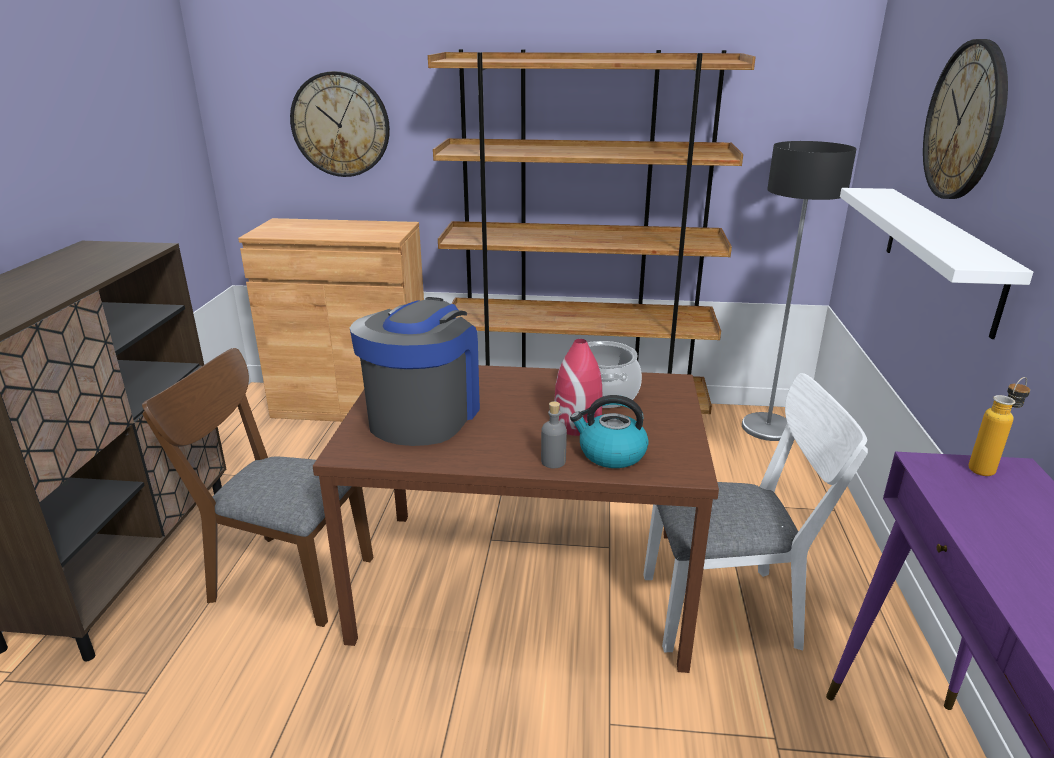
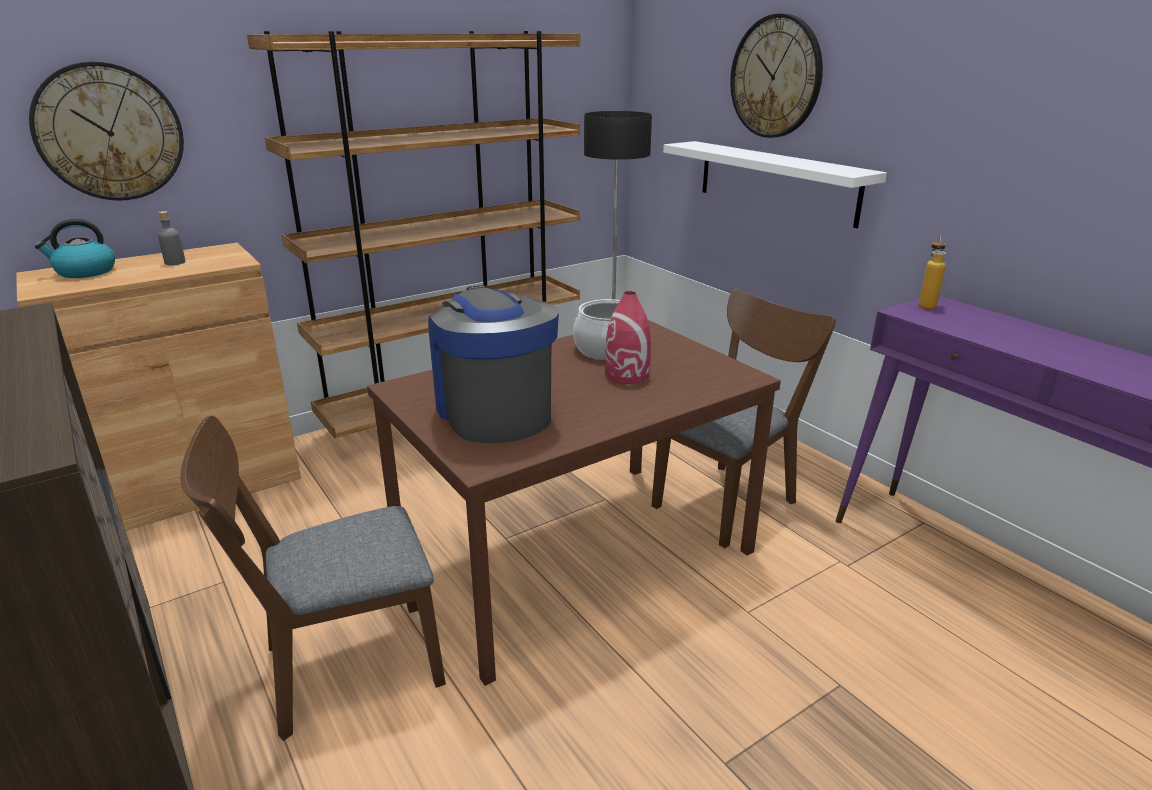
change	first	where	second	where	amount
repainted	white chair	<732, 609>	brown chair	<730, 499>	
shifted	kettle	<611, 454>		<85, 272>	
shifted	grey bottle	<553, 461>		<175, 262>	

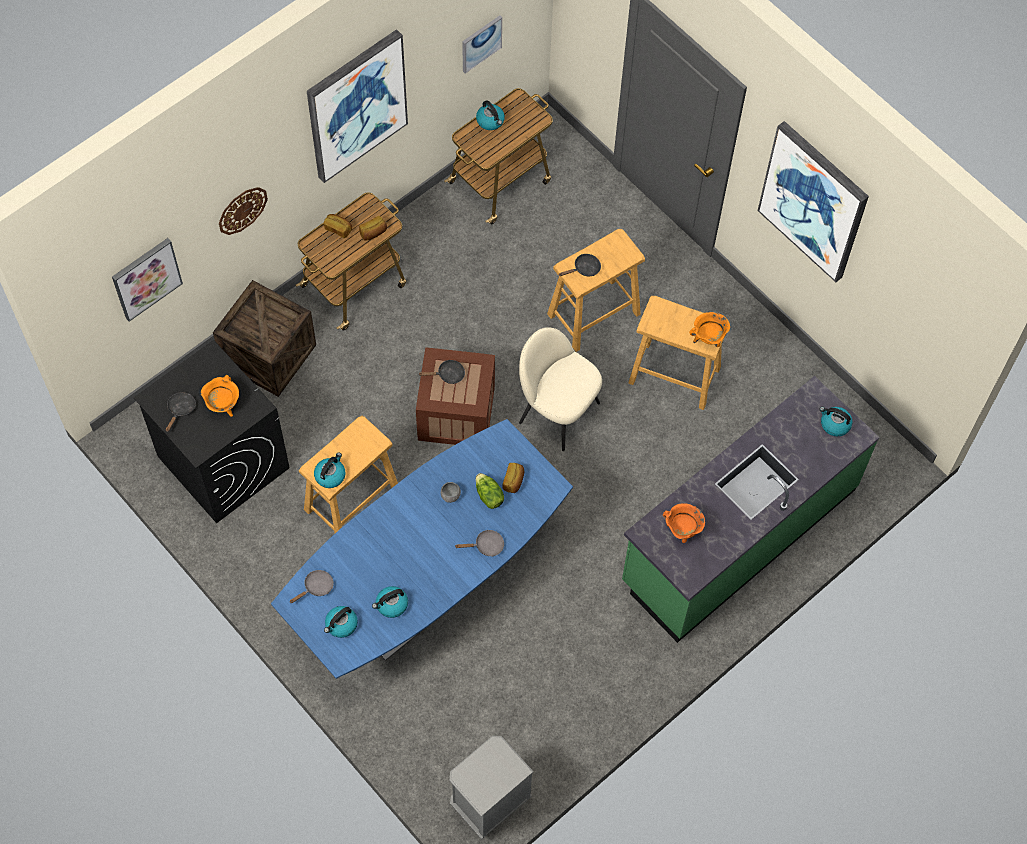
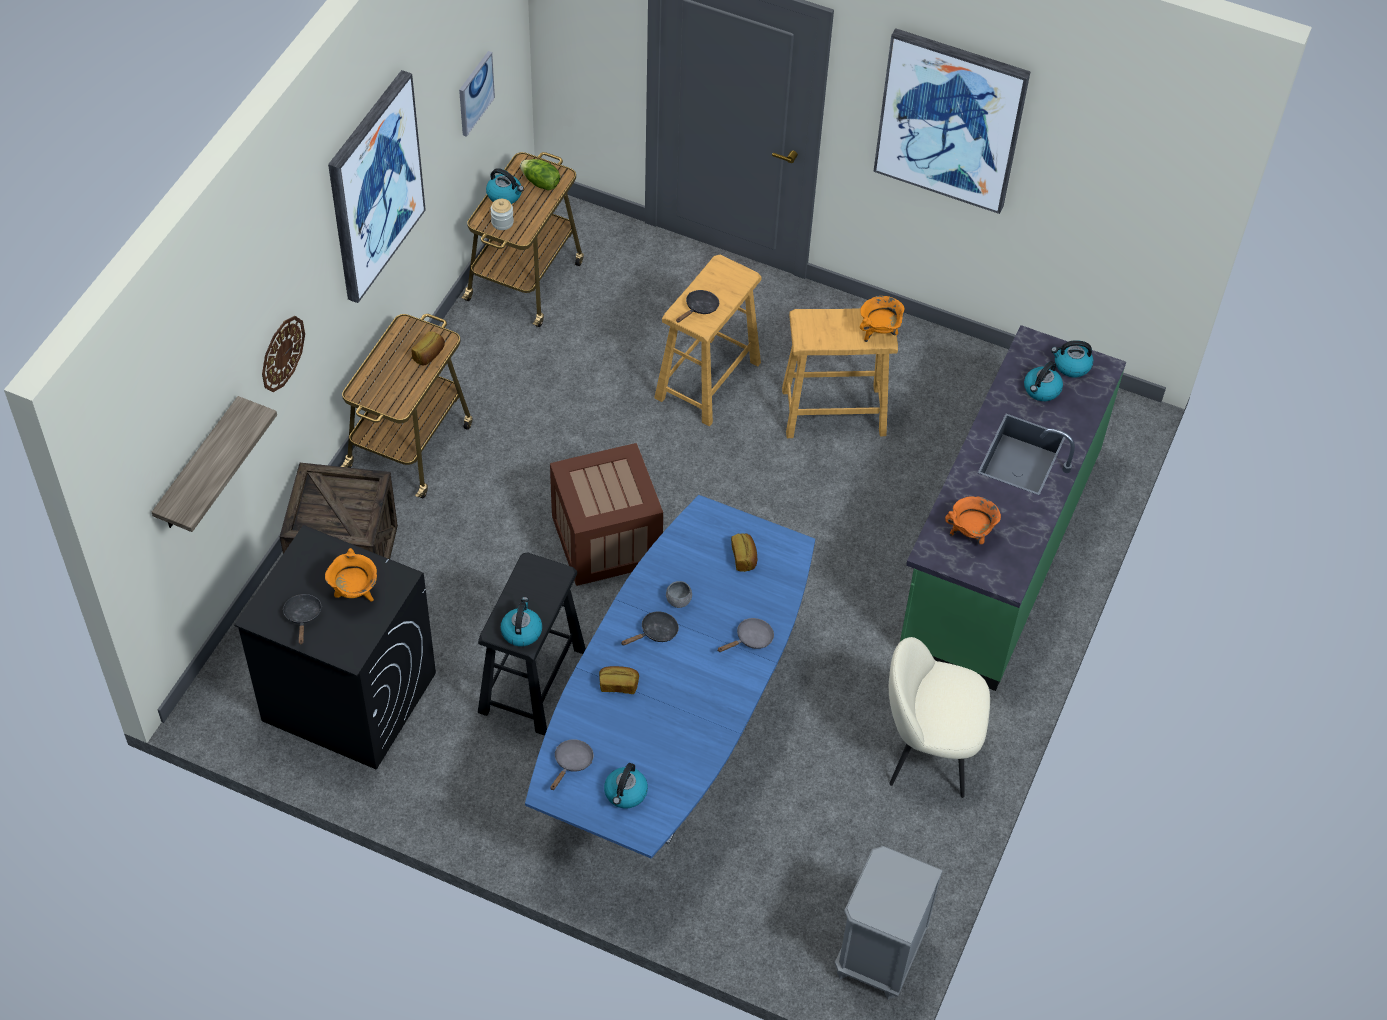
change	first	where	second	where	amount
shifted	bread	<338, 229>		<618, 684>	
swapped	picture	<146, 278>	shelf	<199, 467>	
shifted	beige chair	<557, 411>		<928, 751>	
shifted	black frying pan	<448, 374>		<655, 632>	
repainted	beige stool	<352, 500>	black stool	<532, 680>	
shifted	lettuce	<488, 496>		<540, 183>	
shifted	kettle	<391, 605>		<1041, 390>	
new			jar	<502, 222>	

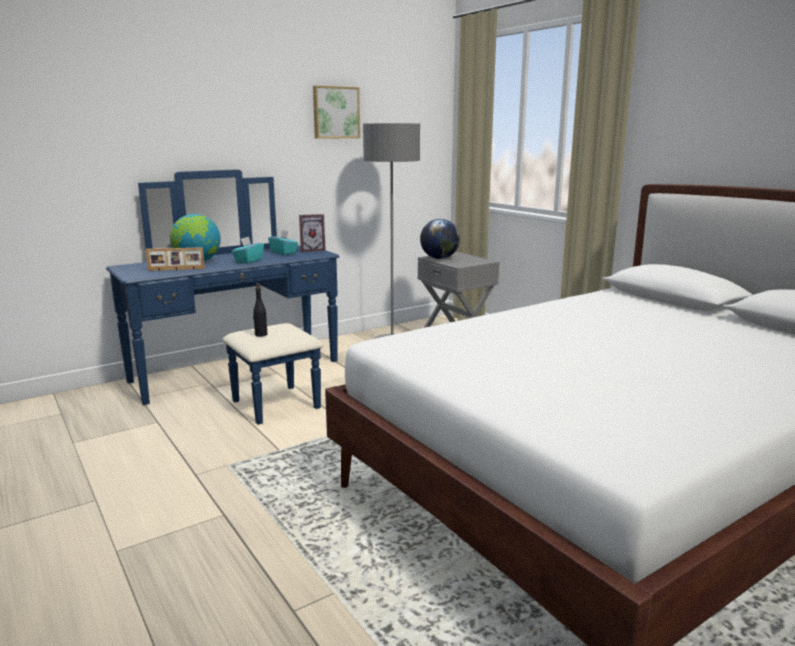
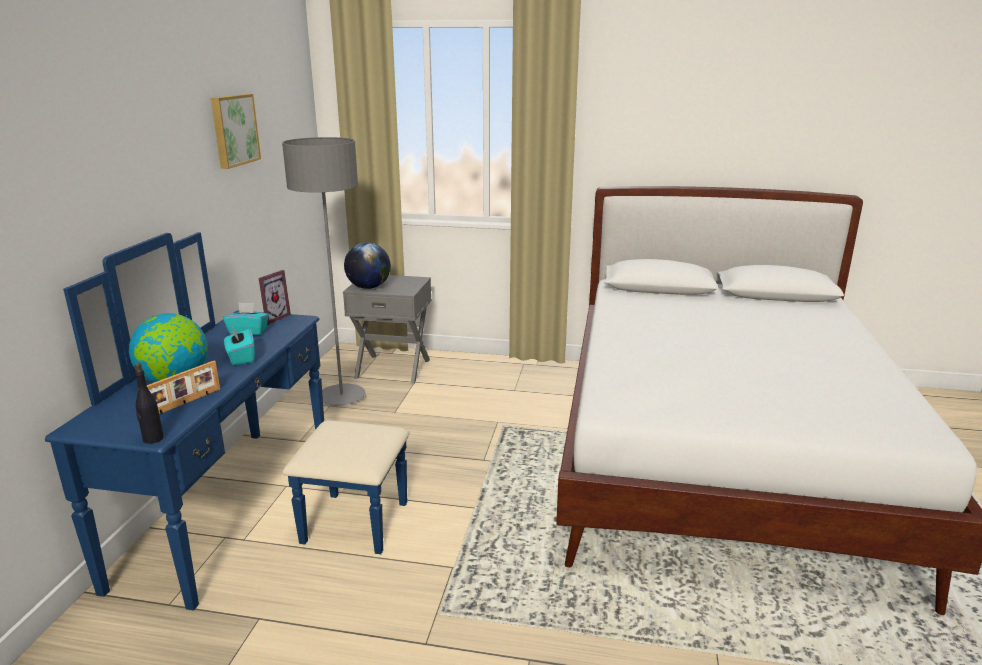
change	first	where	second	where	amount
shifted	black bottle	<261, 334>		<153, 439>	

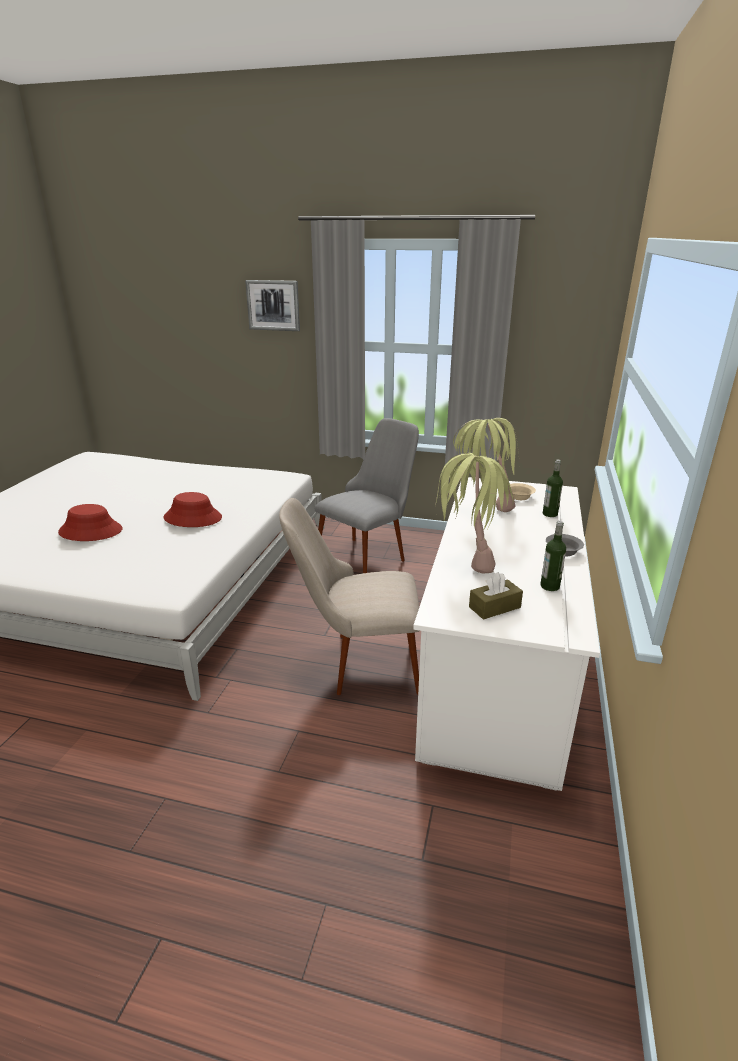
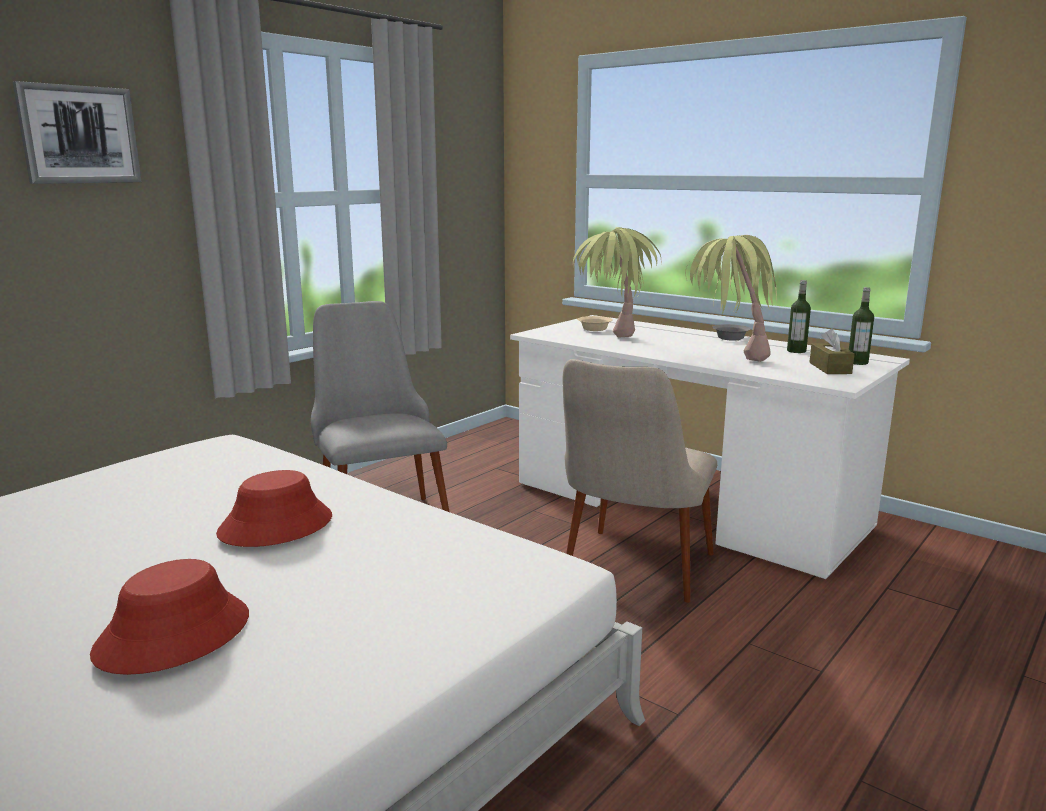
change	first	where	second	where	amount
shifted	bottle	<550, 514>		<857, 362>	

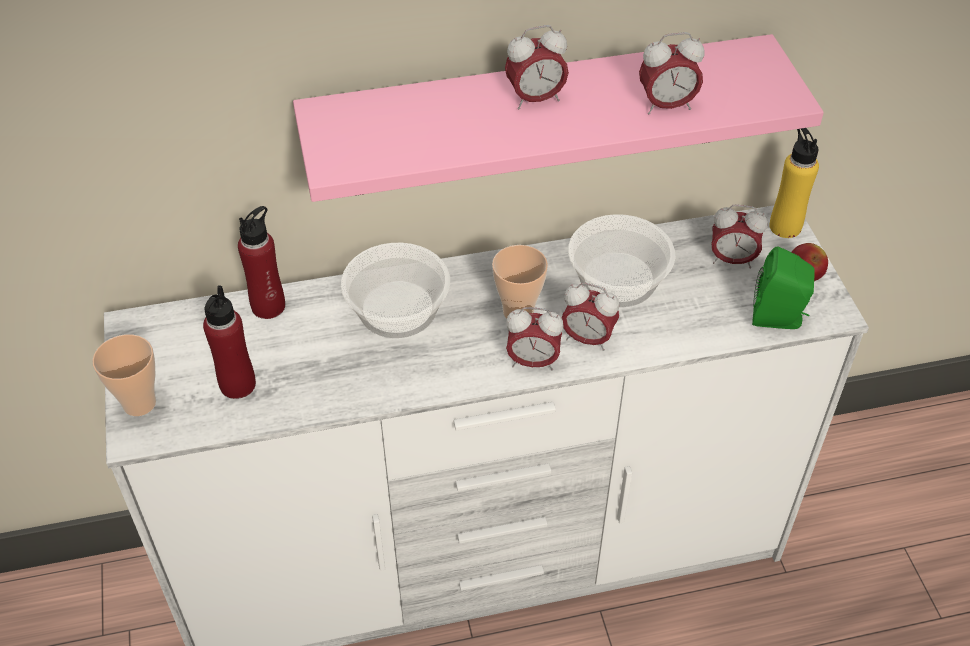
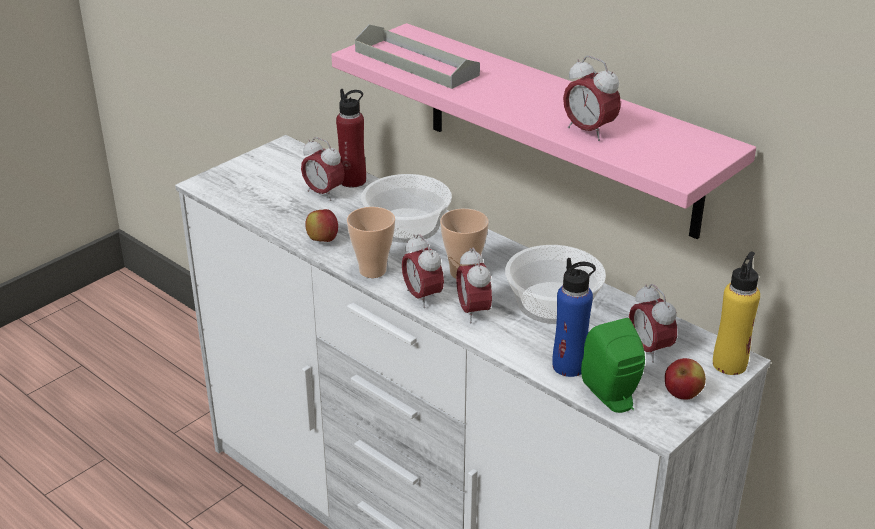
change	first	where	second	where	amount
shifted	alarm clock	<535, 99>		<323, 193>	
gone	red bottle	<237, 385>			
shifted	cup	<139, 403>		<372, 270>	
new			grey tray	<416, 63>	
new			apple	<322, 240>	
new			blue bottle	<569, 366>	

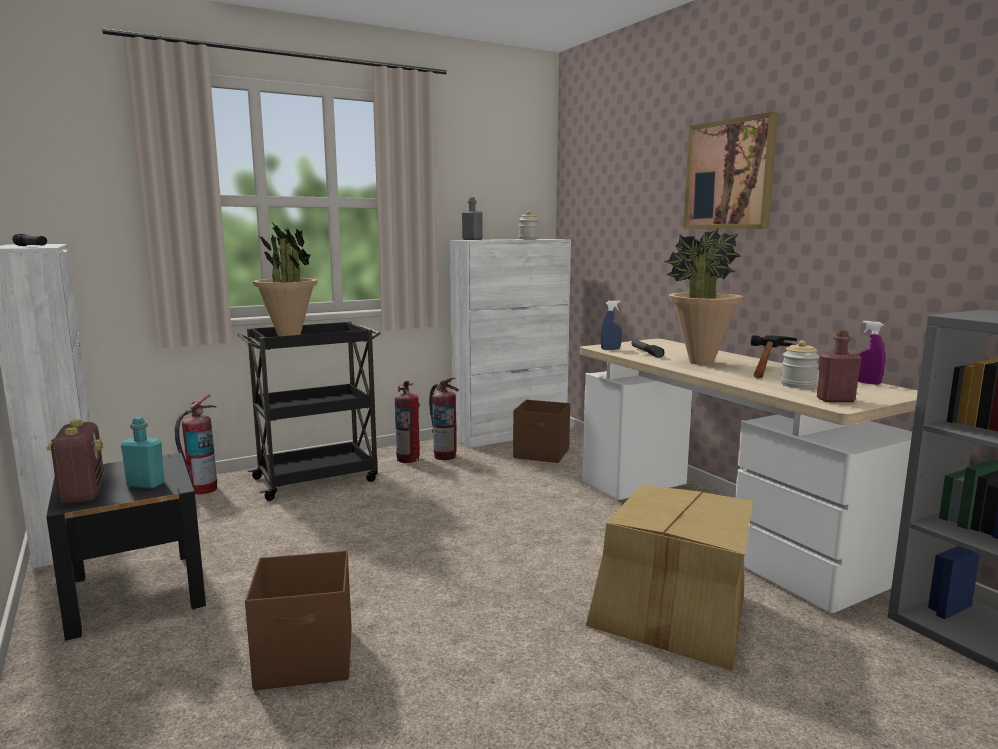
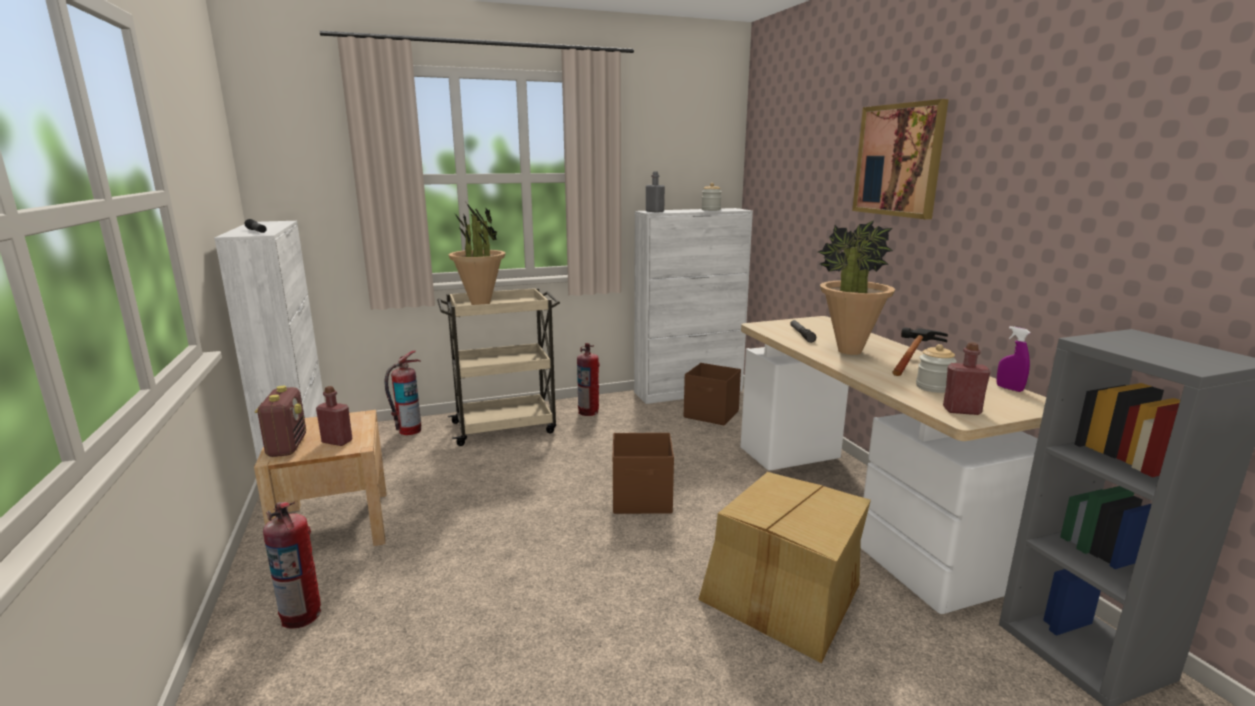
change	first	where	second	where	amount
gone	blue spray bottle	<610, 349>			
repainted	black cart	<318, 479>	beige cart	<506, 427>	
shifted	fire extinguisher	<445, 456>		<302, 615>	
repainted	turquoise bottle	<146, 484>	red bottle	<337, 441>	
repainted	black nightstand	<136, 591>	beige nightstand	<335, 524>	
shifted	brown storage box	<307, 659>		<643, 499>	

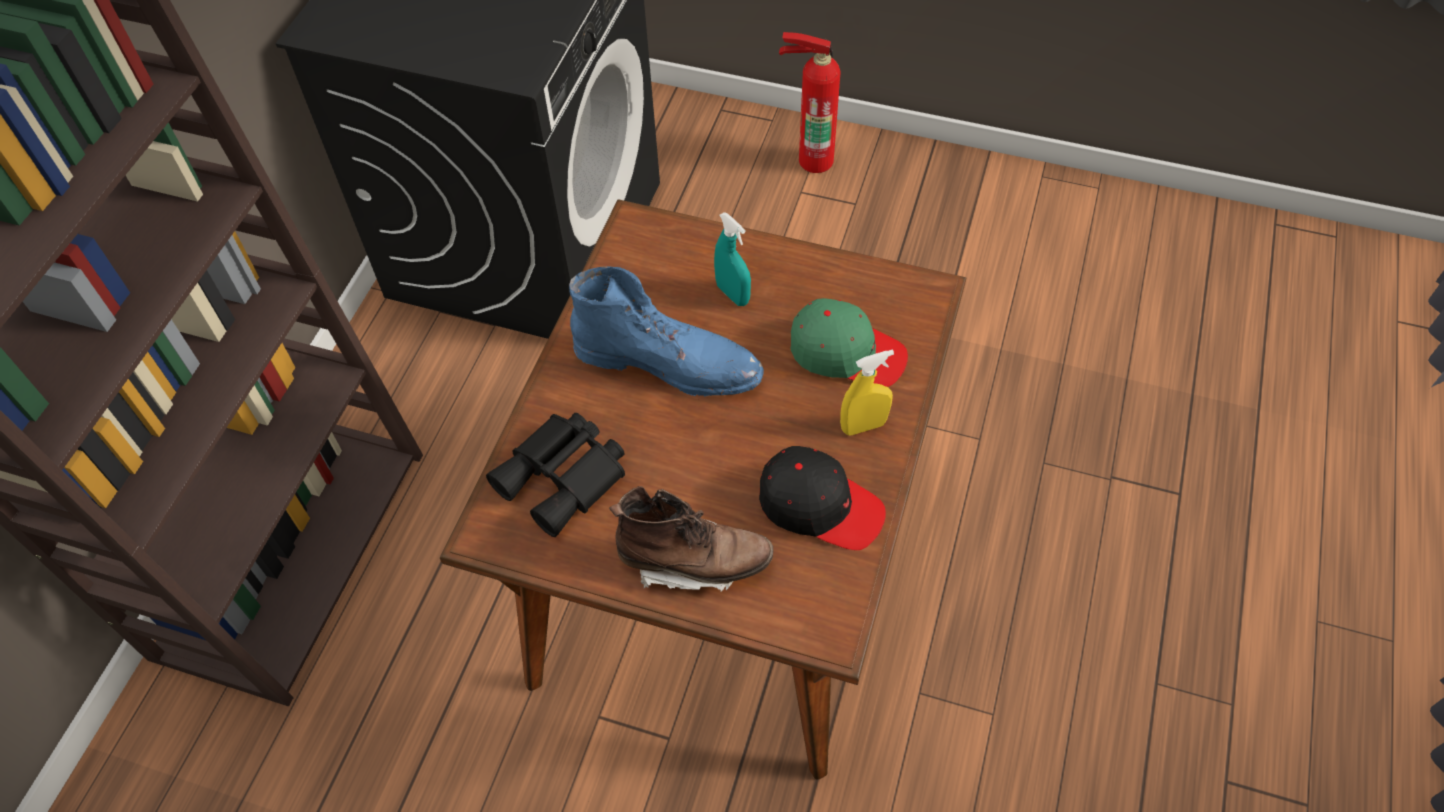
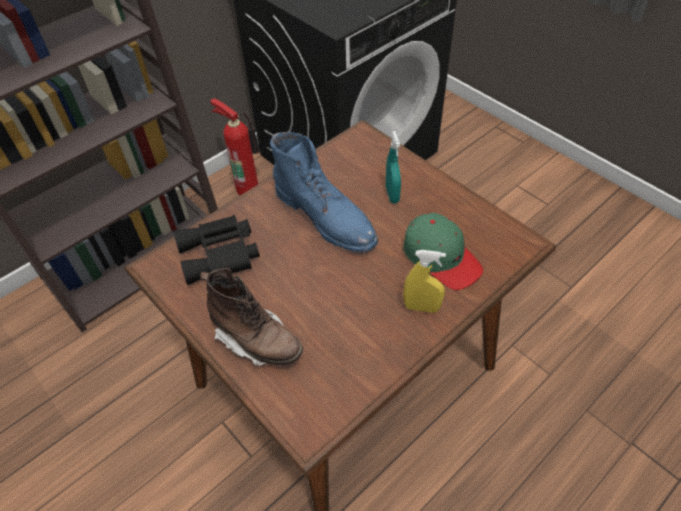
change	first	where	second	where	amount
shifted	fire extinguisher	<813, 158>		<248, 187>	
gone	black cap	<820, 505>			

